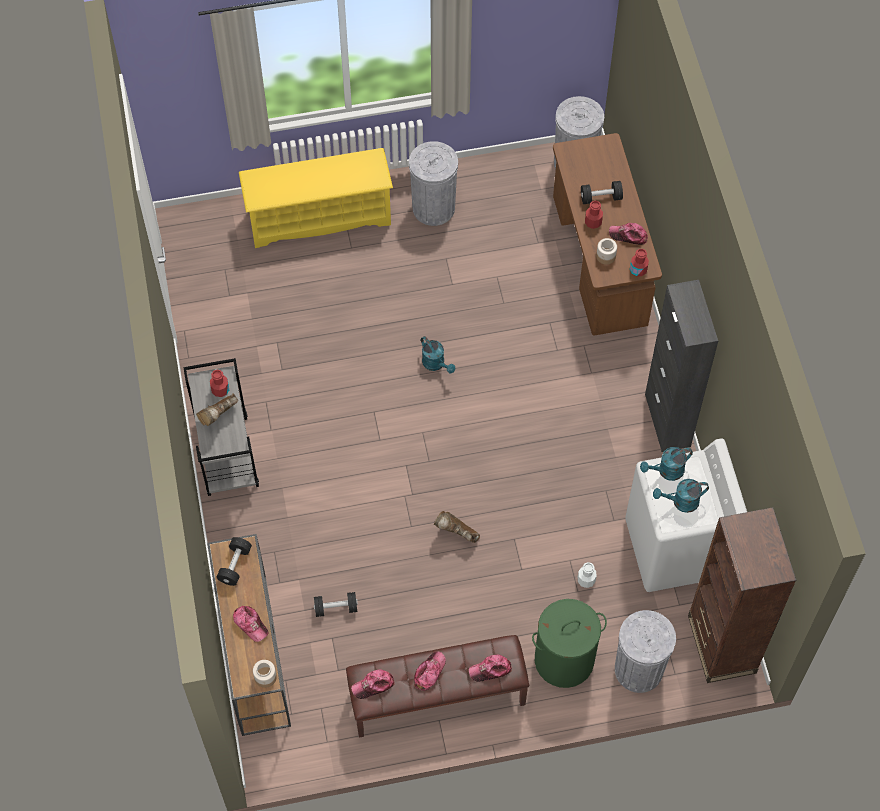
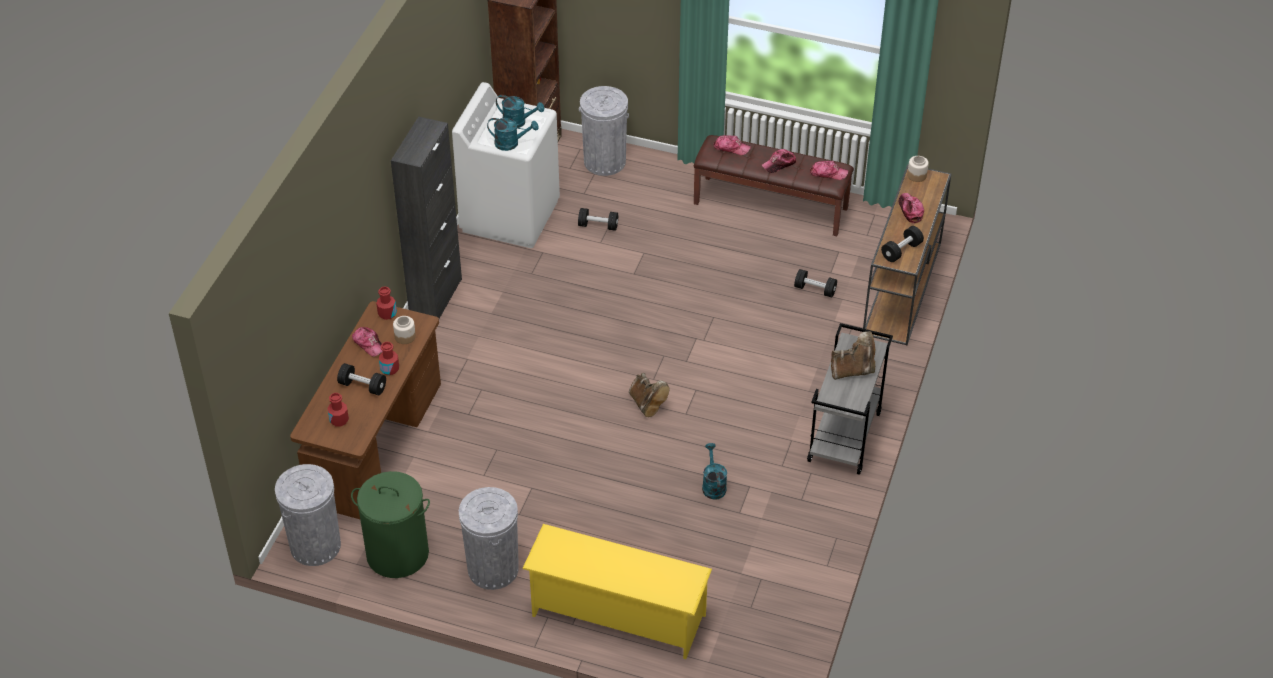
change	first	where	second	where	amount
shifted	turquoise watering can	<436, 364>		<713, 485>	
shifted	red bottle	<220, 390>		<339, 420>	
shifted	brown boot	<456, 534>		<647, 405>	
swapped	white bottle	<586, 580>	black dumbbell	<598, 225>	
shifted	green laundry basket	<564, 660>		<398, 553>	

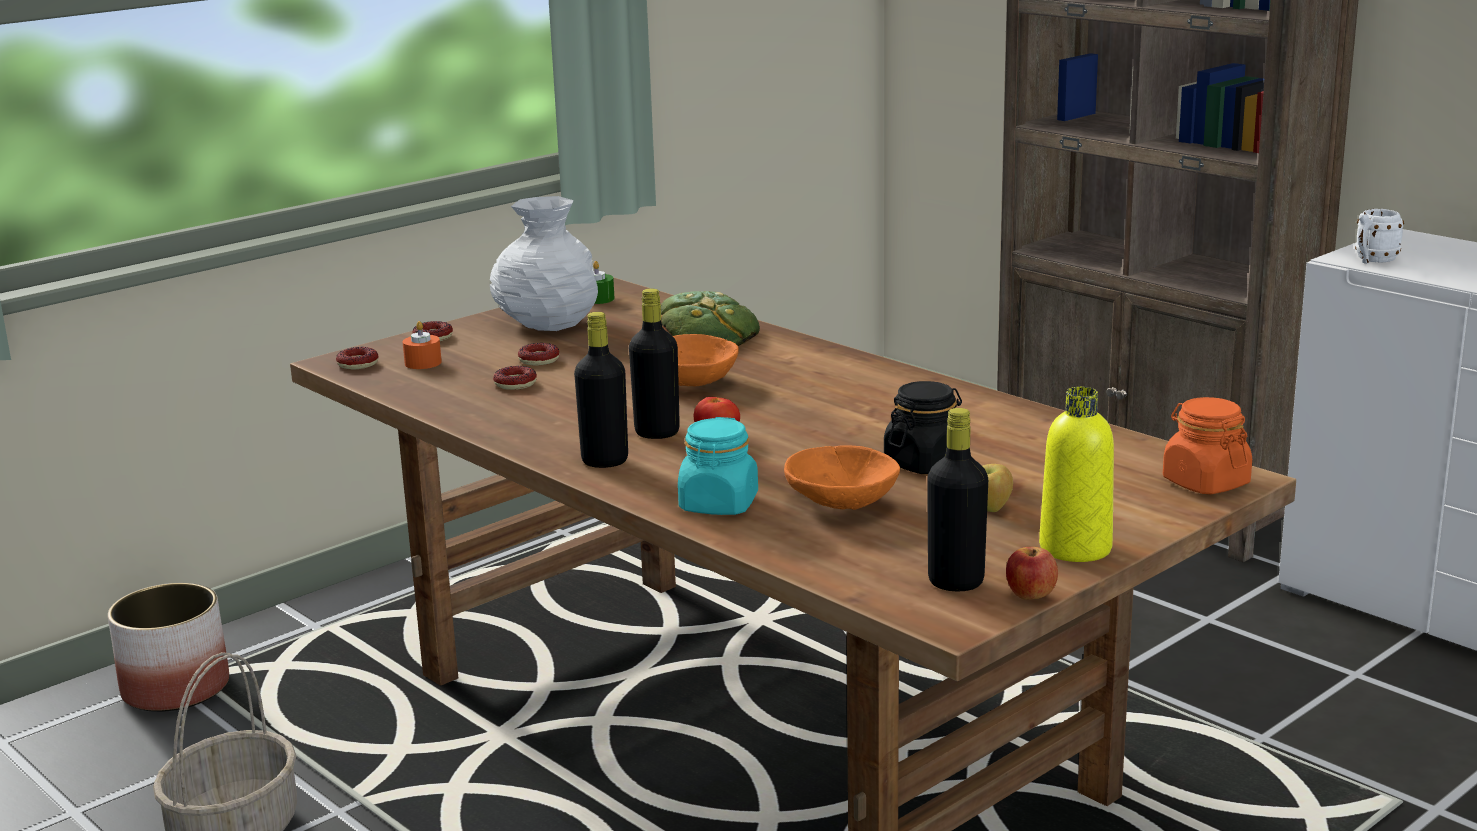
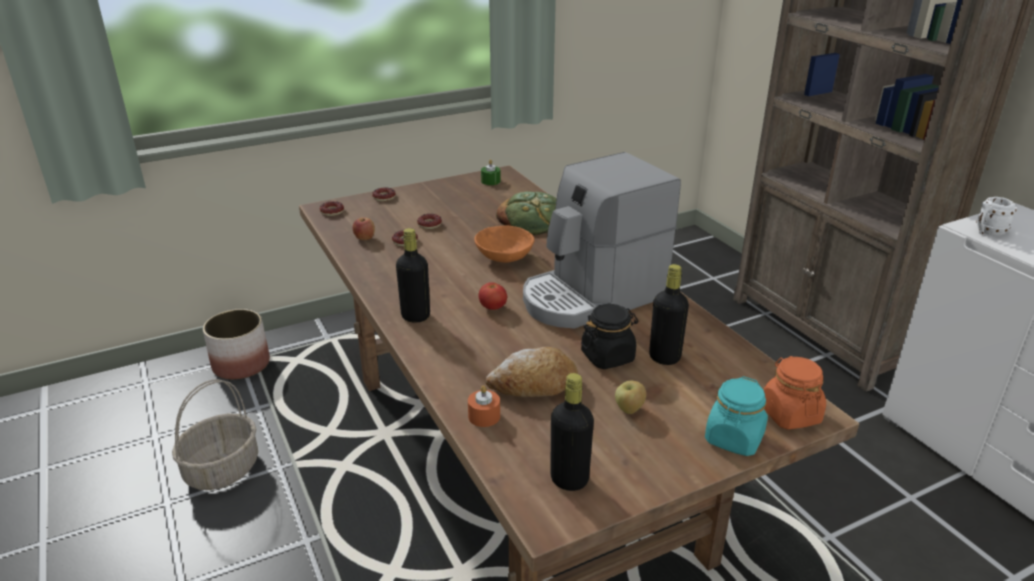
change	first	where	second	where	amount
gone	white vase	<546, 323>			
shifted	black bottle	<657, 433>		<664, 357>	
shifted	orange candle	<423, 363>		<484, 416>	
gone	yellow bottle	<1075, 548>			
shifted	turquoise jar	<719, 505>		<734, 438>	
swapped	orange bowl	<840, 505>	bread	<533, 385>	
shifted	apple	<1030, 596>		<364, 238>	
new			coffee machine	<592, 297>	

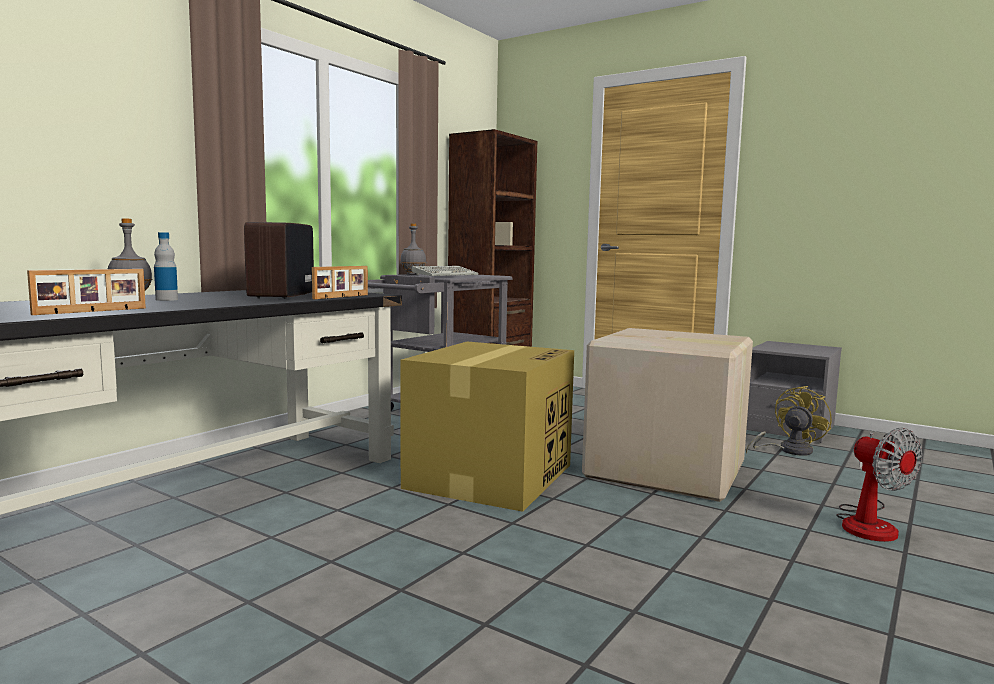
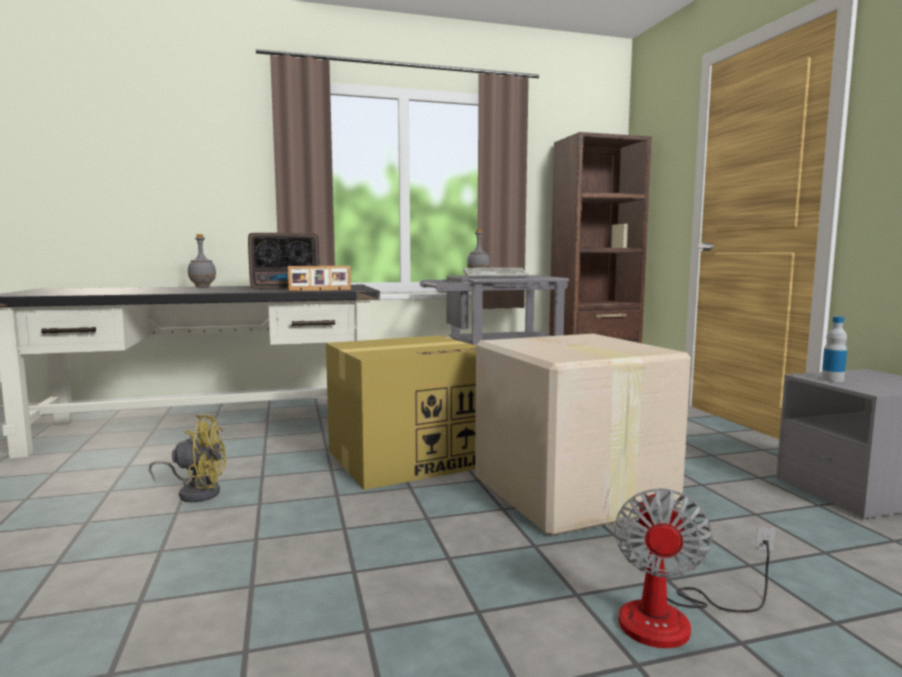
change	first	where	second	where	amount
rotated	radio	<279, 296>		<286, 289>	150 degrees counterclockwise
shifted	bottle	<166, 299>		<832, 379>	
gone	picture frame	<92, 311>			
shifted	yellow fan	<788, 450>		<196, 492>	

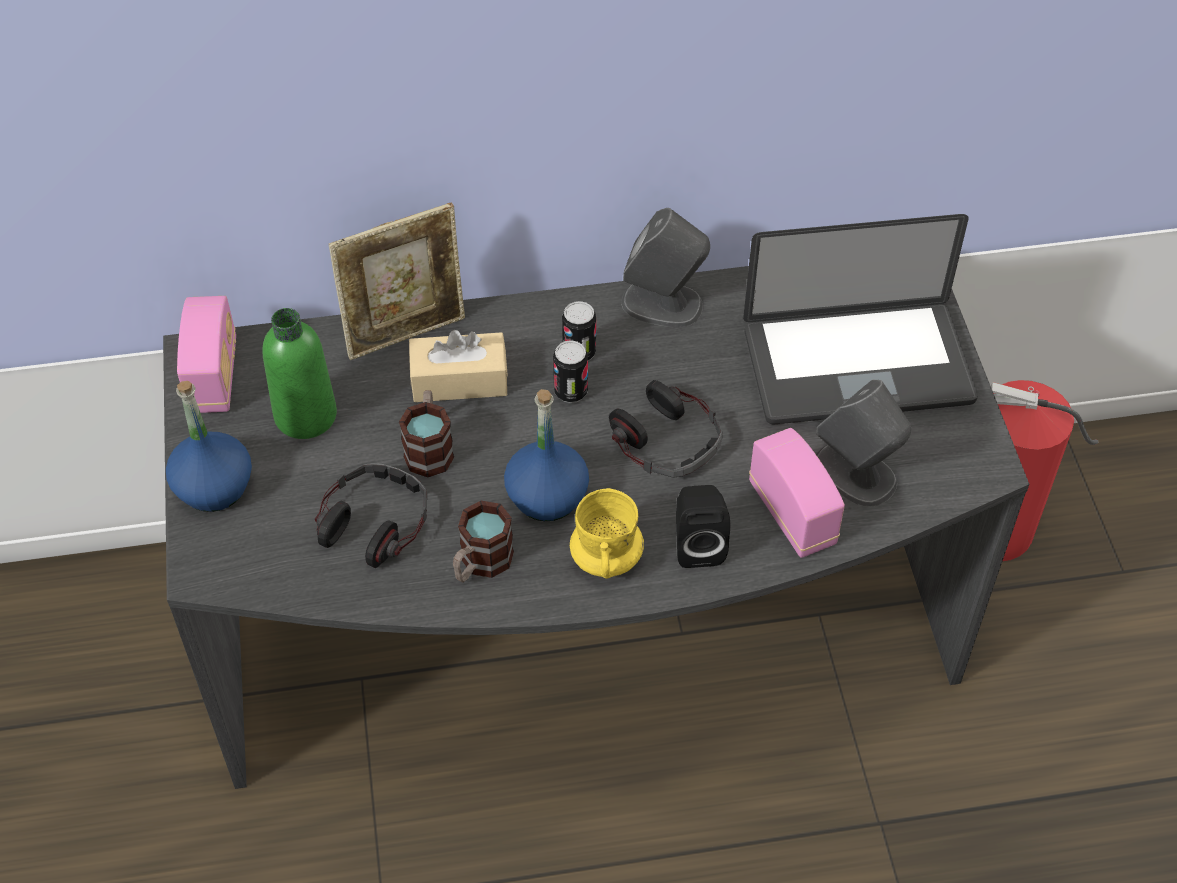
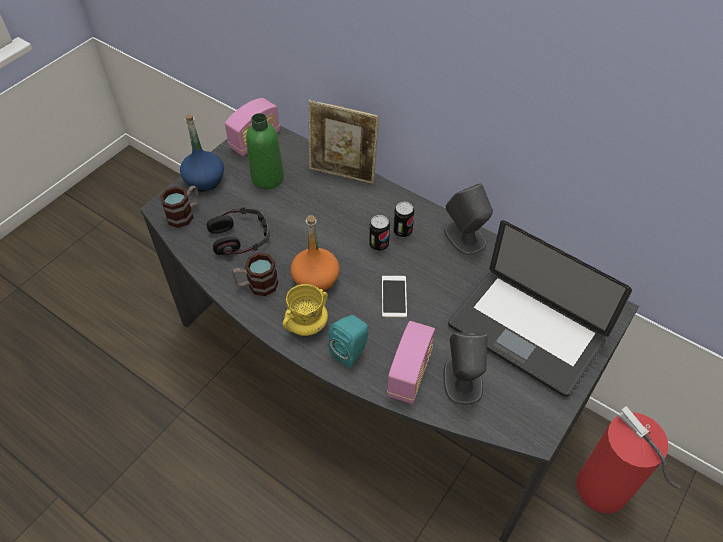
change	first	where	second	where	amount
gone	beige tissue box	<459, 380>			
swapped	headphones	<667, 440>	phone	<394, 296>	
repainted	blue bottle	<547, 496>	orange bottle	<316, 279>	
shifted	mug	<429, 448>		<185, 214>	
repainted	black speaker	<697, 545>	turquoise speaker	<351, 351>	

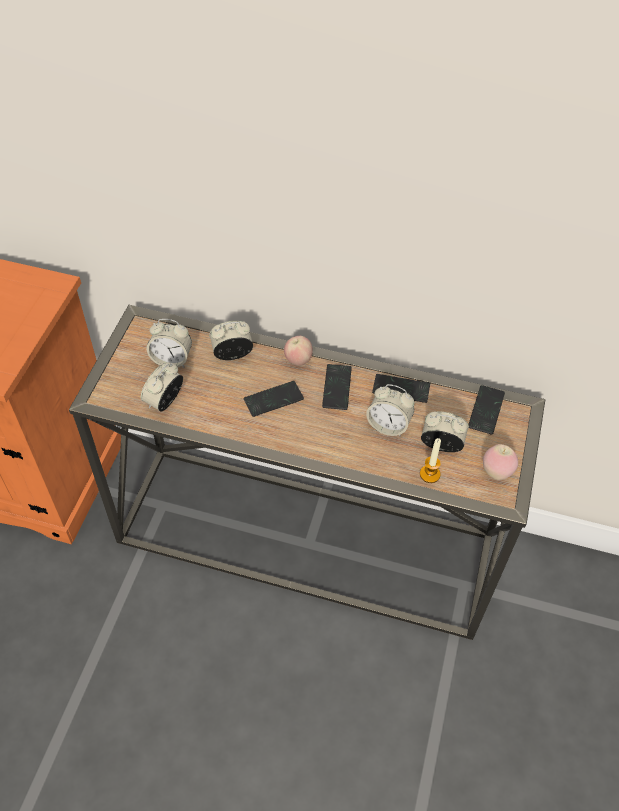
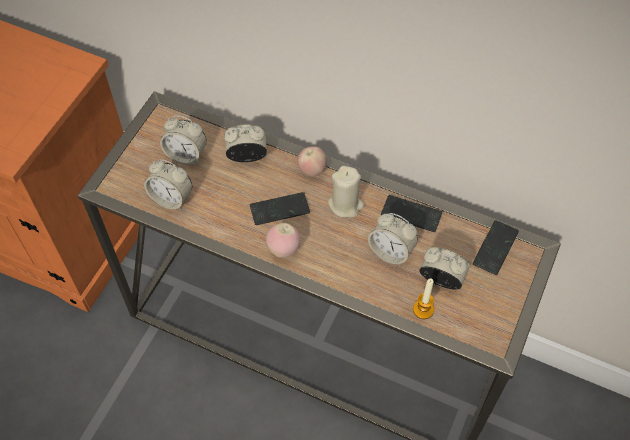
change	first	where	second	where	amount
rotated	alarm clock	<164, 401>		<171, 198>	105 degrees counterclockwise
swapped	phone	<336, 388>	beige candle	<345, 204>	
shifted	apple	<496, 472>		<283, 249>	

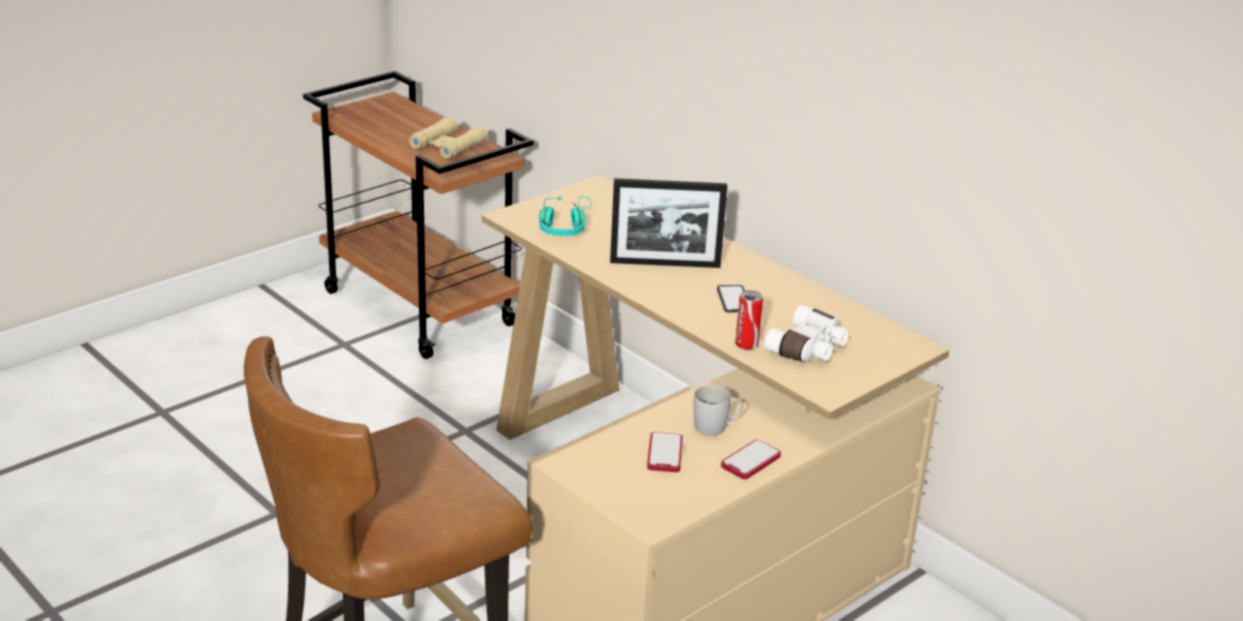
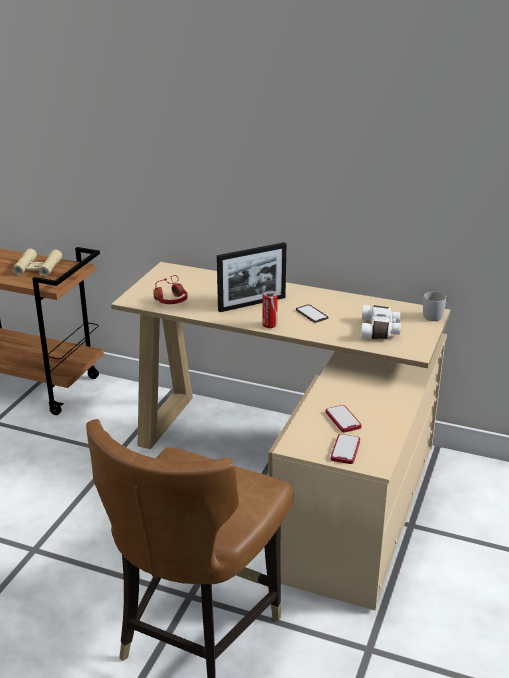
change	first	where	second	where	amount
repainted	turquoise headphones	<565, 227>	red headphones	<171, 298>	
shifted	can	<746, 344>		<269, 325>	
shifted	white mug	<716, 427>		<435, 315>	
shifted	phone	<750, 461>		<345, 450>	

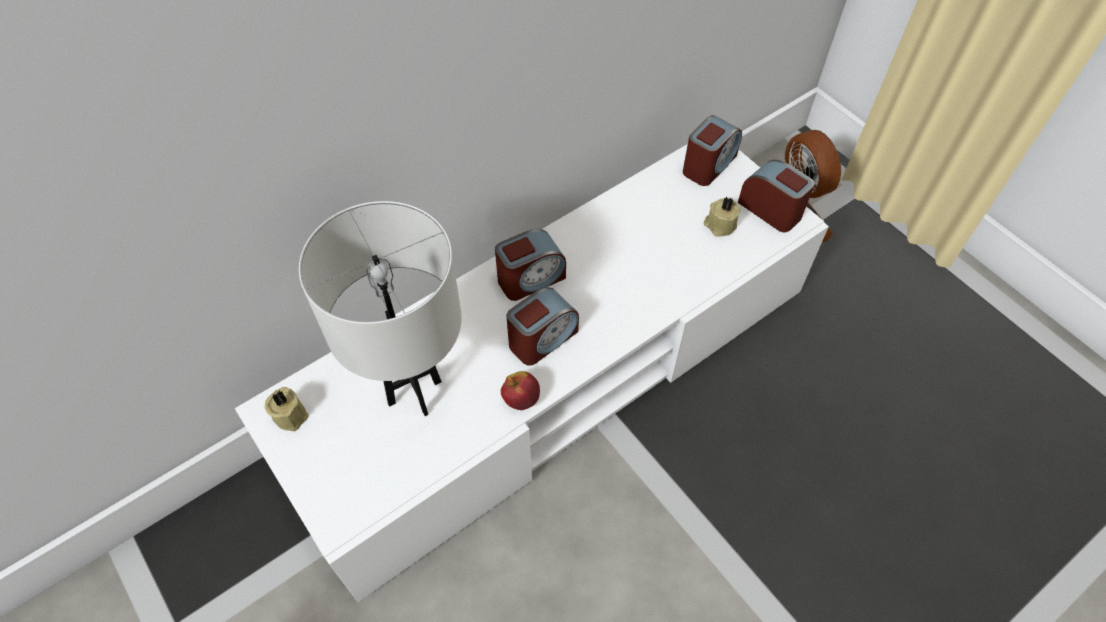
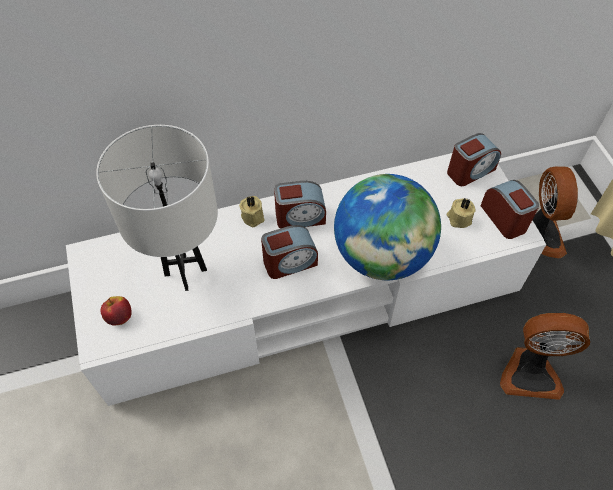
change	first	where	second	where	amount
shifted	apple	<521, 399>		<119, 317>	
shifted	beige candle	<291, 414>		<253, 216>	
new			globe	<382, 255>	
new			fan	<530, 372>	

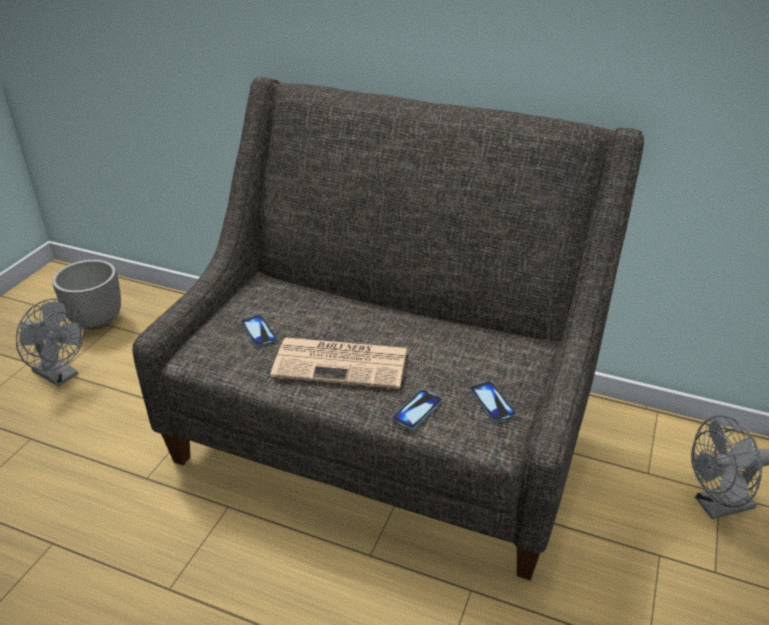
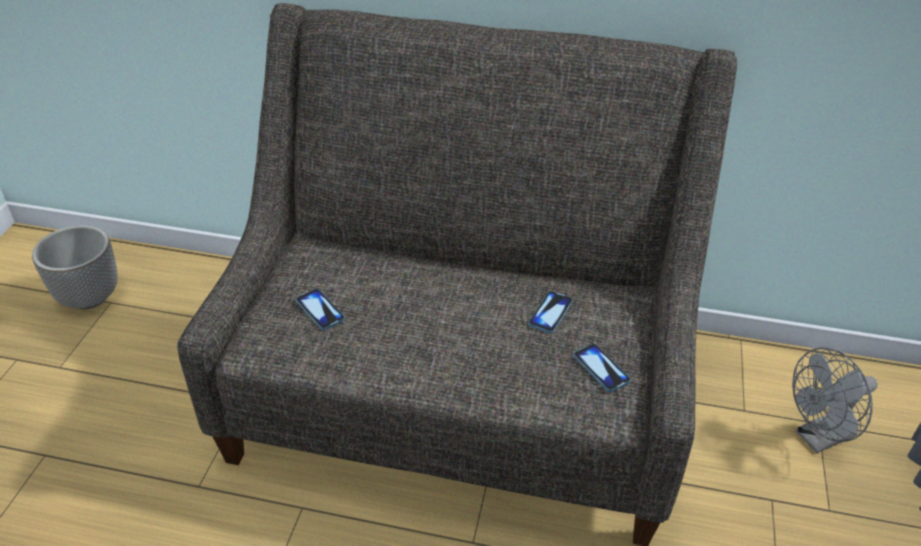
change	first	where	second	where	amount
gone	grey fan	<61, 375>			
gone	newspaper	<343, 363>			
shifted	phone	<417, 410>		<550, 313>	

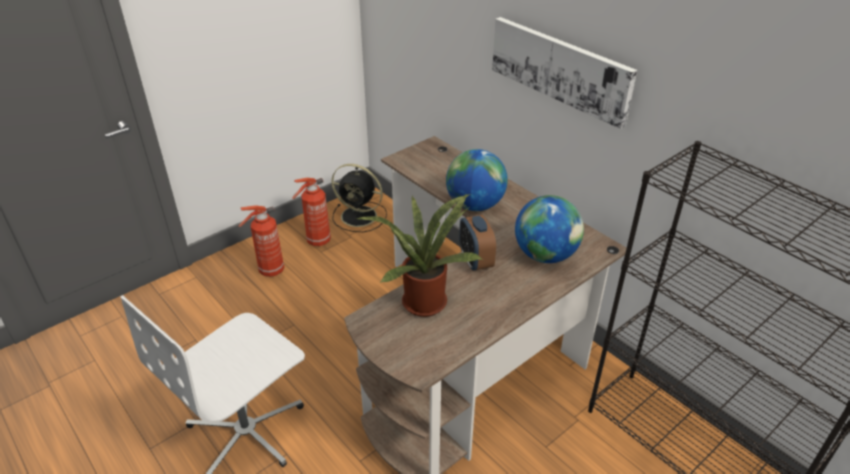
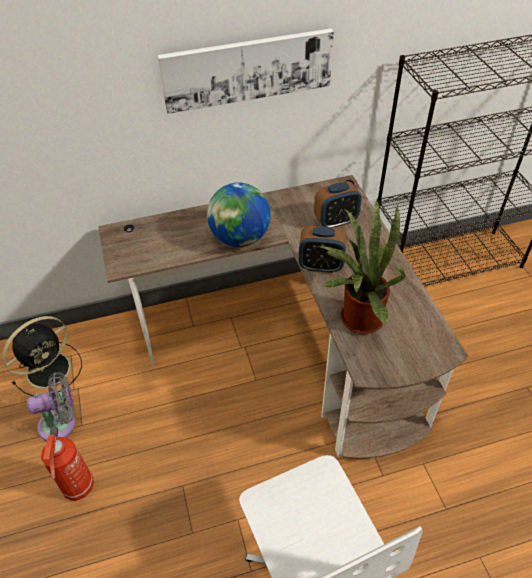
change	first	where	second	where	amount
swapped	fire extinguisher	<317, 241>	grey fan	<61, 424>	
swapped	globe	<545, 255>	alarm clock	<336, 221>	

